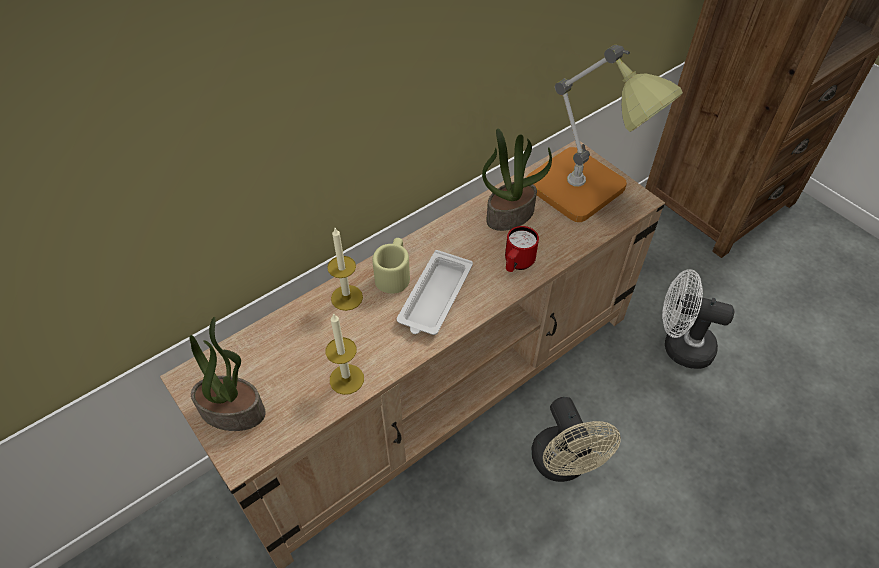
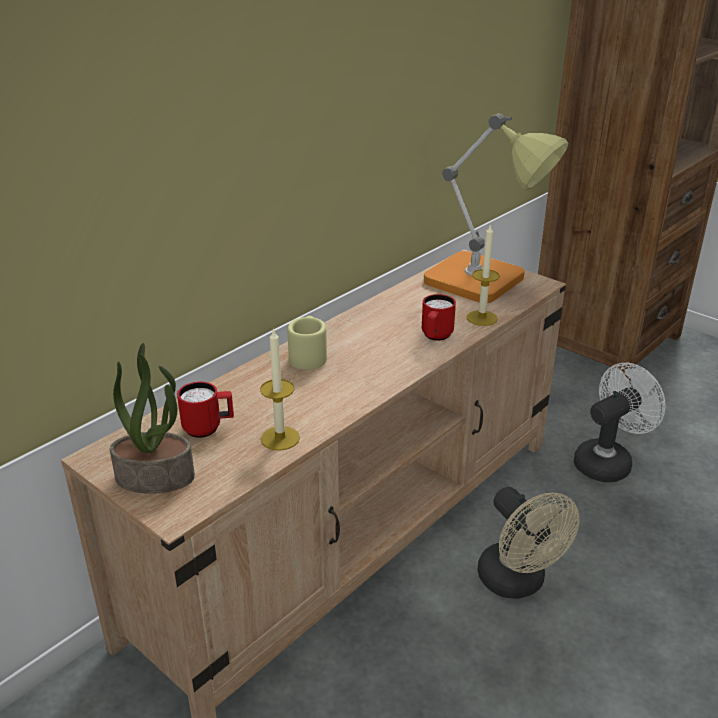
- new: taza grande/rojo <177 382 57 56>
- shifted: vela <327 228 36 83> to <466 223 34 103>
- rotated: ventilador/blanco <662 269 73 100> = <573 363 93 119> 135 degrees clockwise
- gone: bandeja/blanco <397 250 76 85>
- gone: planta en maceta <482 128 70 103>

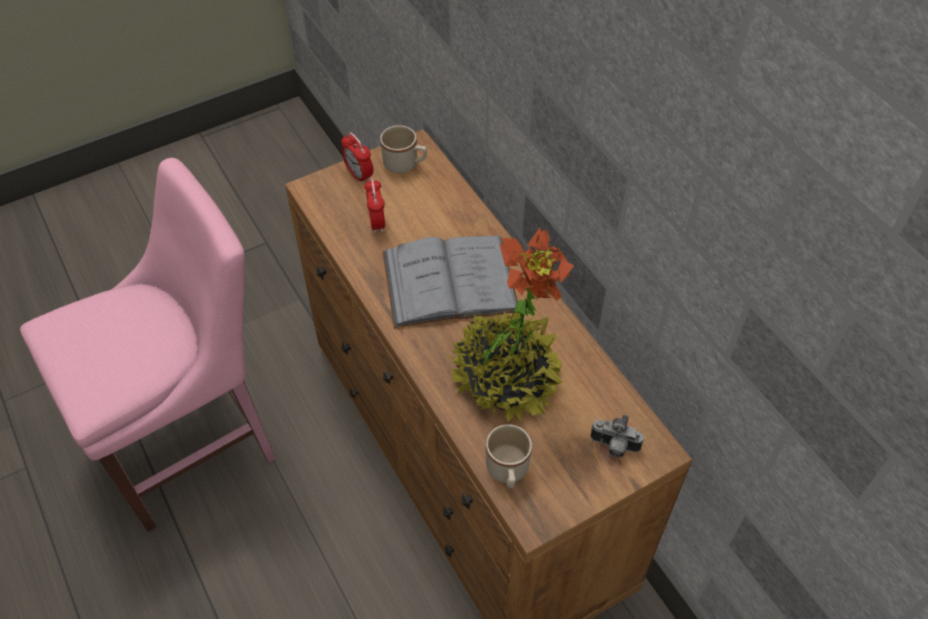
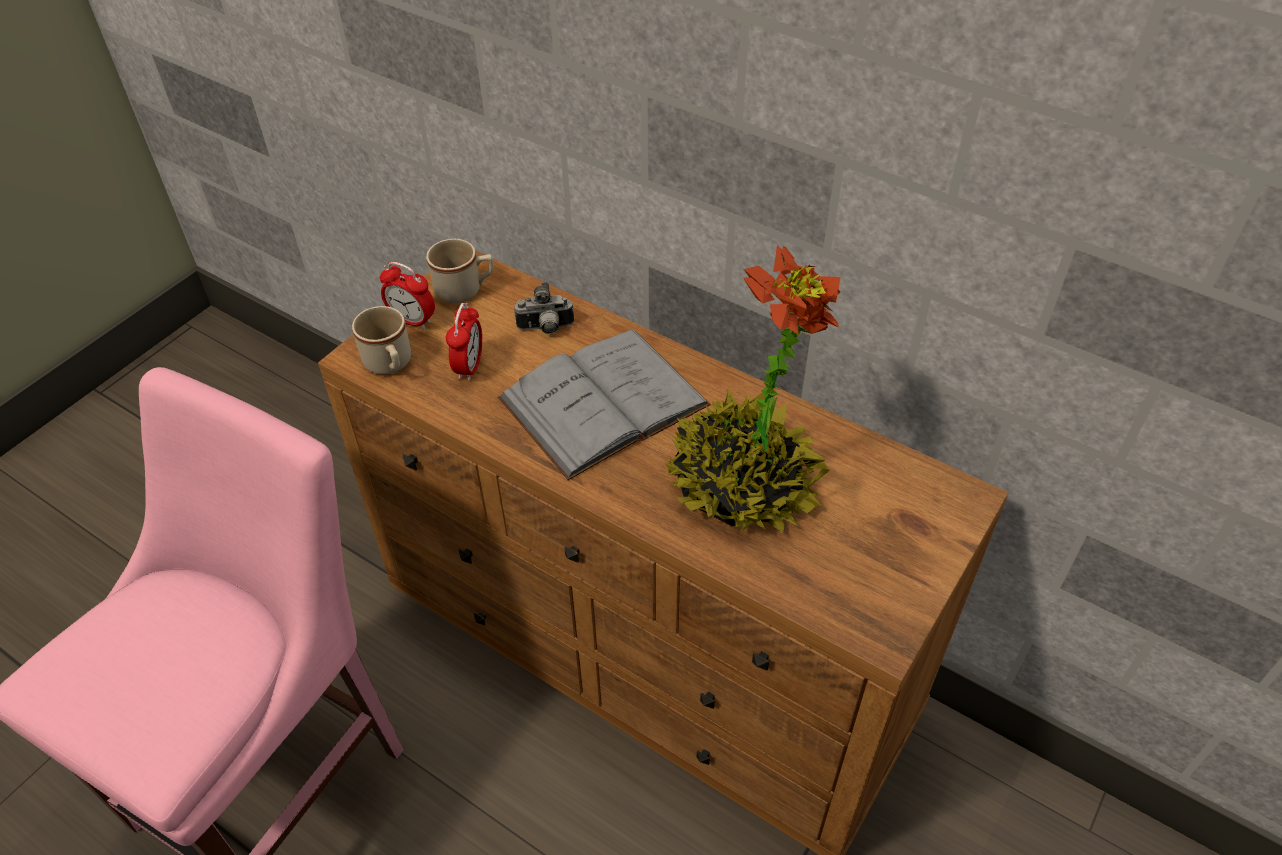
- shifted: taza grande/beis <486 424 46 64> to <352 306 59 68>
- rotated: despertador <364 178 21 55> = <446 303 36 78> 135 degrees counterclockwise
- shifted: cámara <591 415 53 42> to <514 282 60 52>

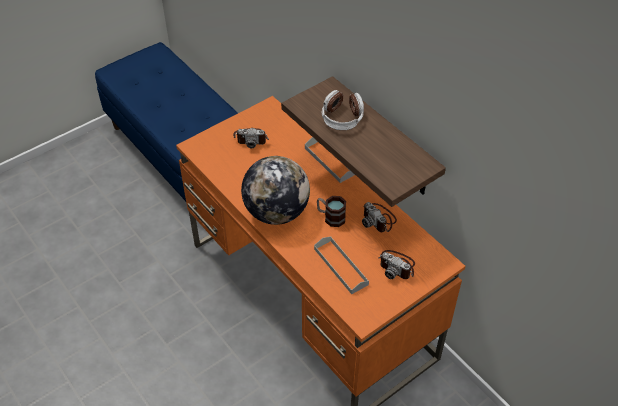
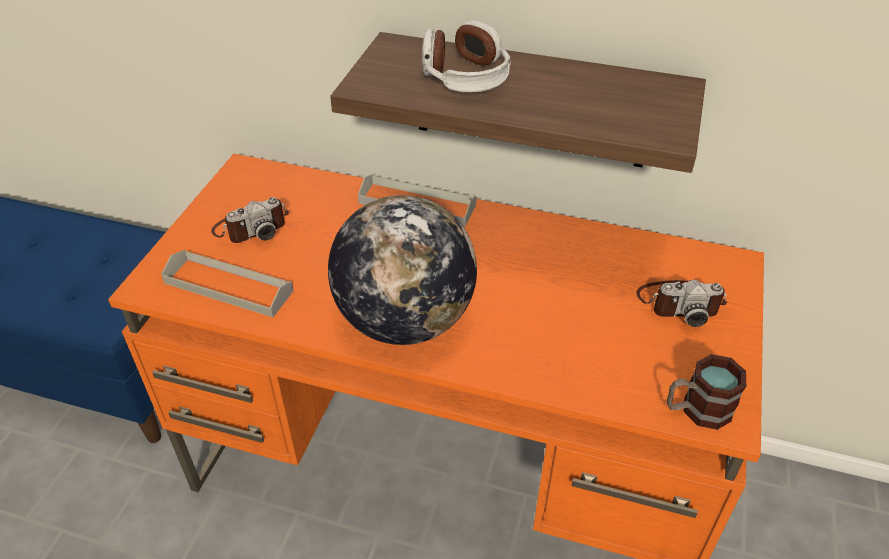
- shifted: bandeja/gris <314 236 55 58> to <161 250 133 67>
- shifted: taza grande <317 196 29 31> to <667 354 79 76>
- gone: cámara <362 202 35 30>

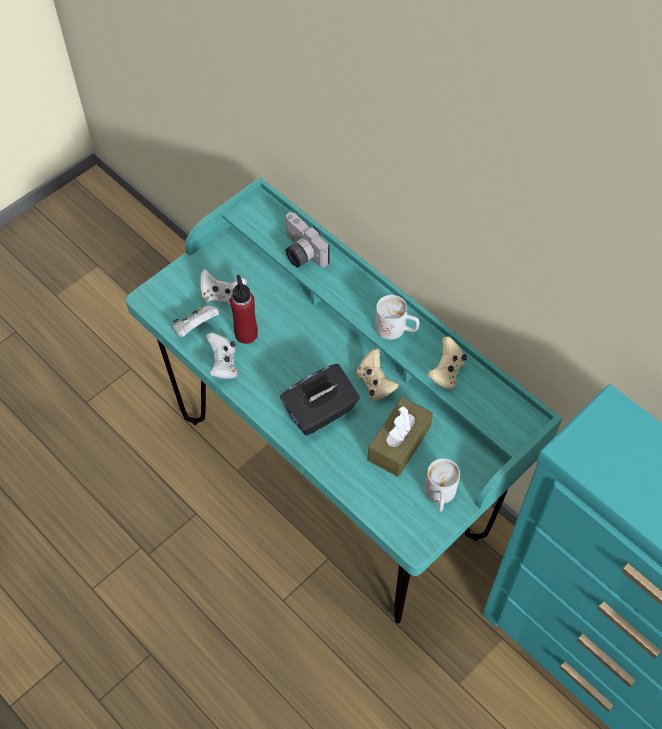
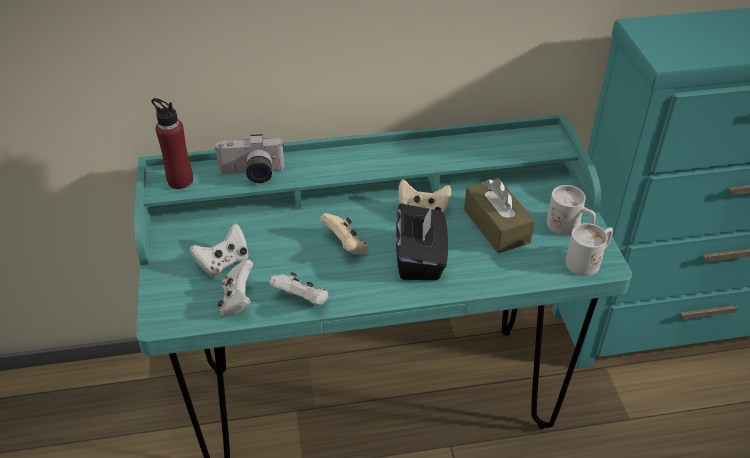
- shifted: botella/rojo <230 275 28 69> to <151 98 42 91>
- shifted: mando de consola/beis <427 337 40 53> to <320 213 48 41>
- shifted: taza grande/blanco <375 295 44 45> to <565 223 48 53>

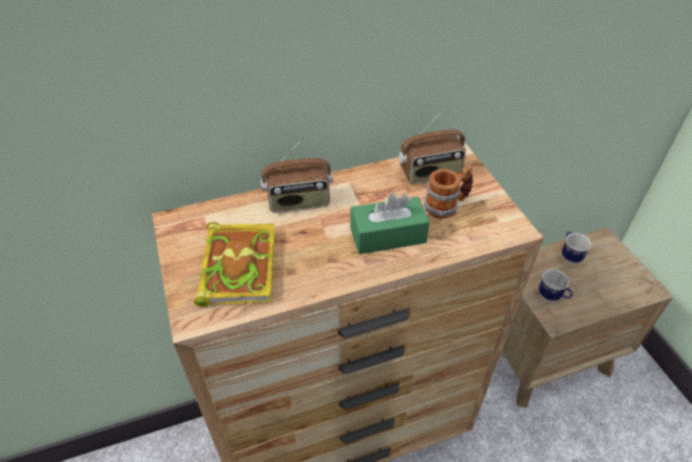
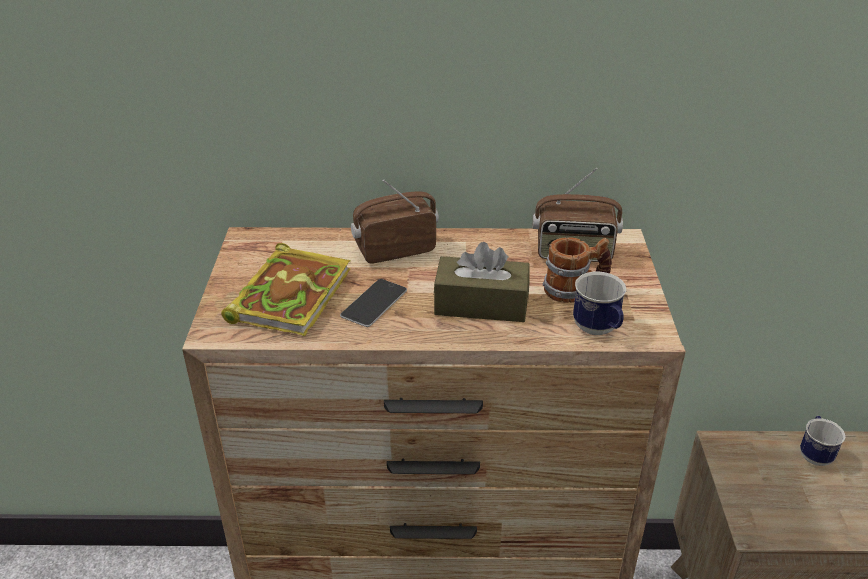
- new: móvil <340 279 67 48>
- rotated: radio <261 137 72 76> = <351 180 88 84> 150 degrees clockwise
- repainted: caja de pañuelos/verde <350 193 80 61> to caja de pañuelos/marrón <434 242 96 80>
- shifted: taza grande <539 269 34 33> to <573 272 53 63>

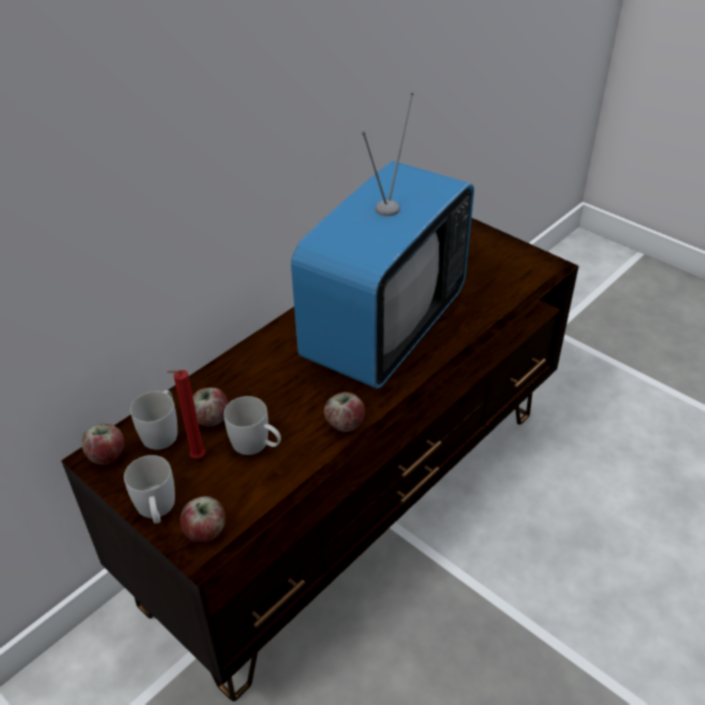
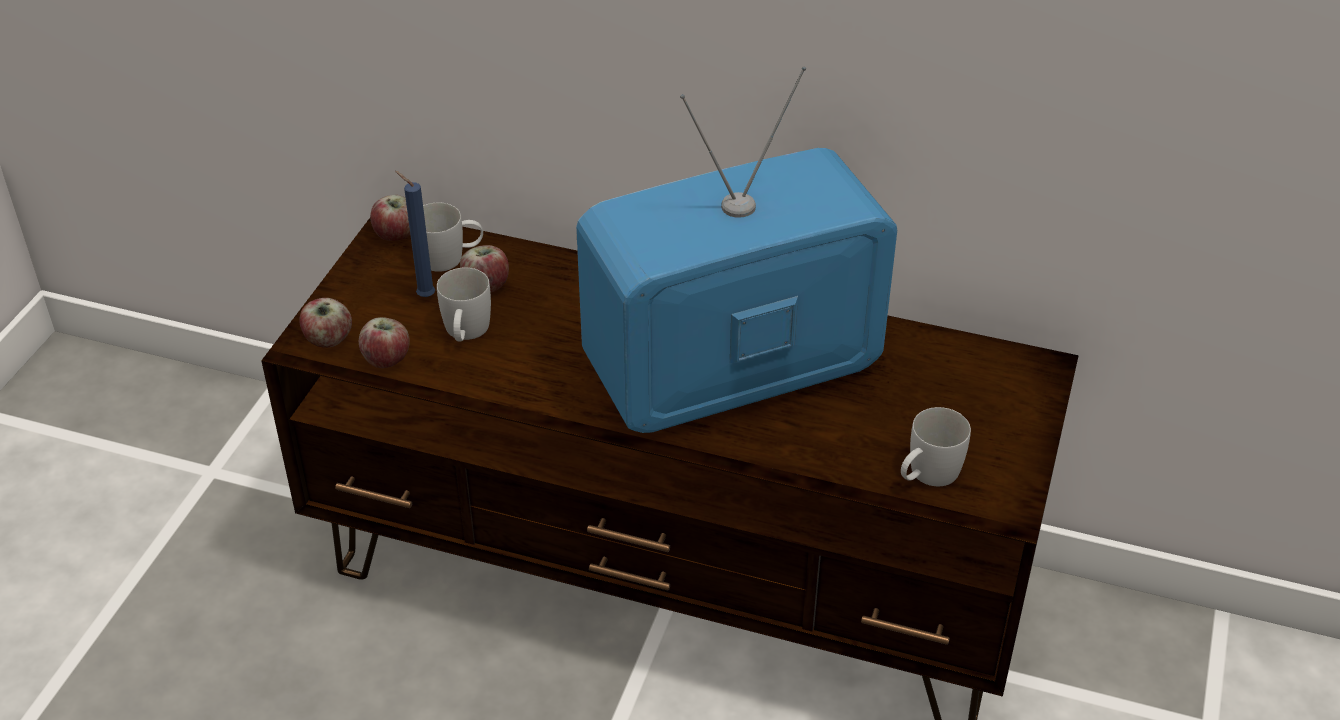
- shifted: manzana <324 392 41 40> to <359 317 51 51>
- repainted: vela/rojo <167 370 38 89> to vela/azul <395 171 40 126>
- rotated: televisor <291 93 183 296> = <576 66 321 367> 150 degrees clockwise
- shifted: taza grande/blanco <124 455 51 69> to <901 407 70 79>

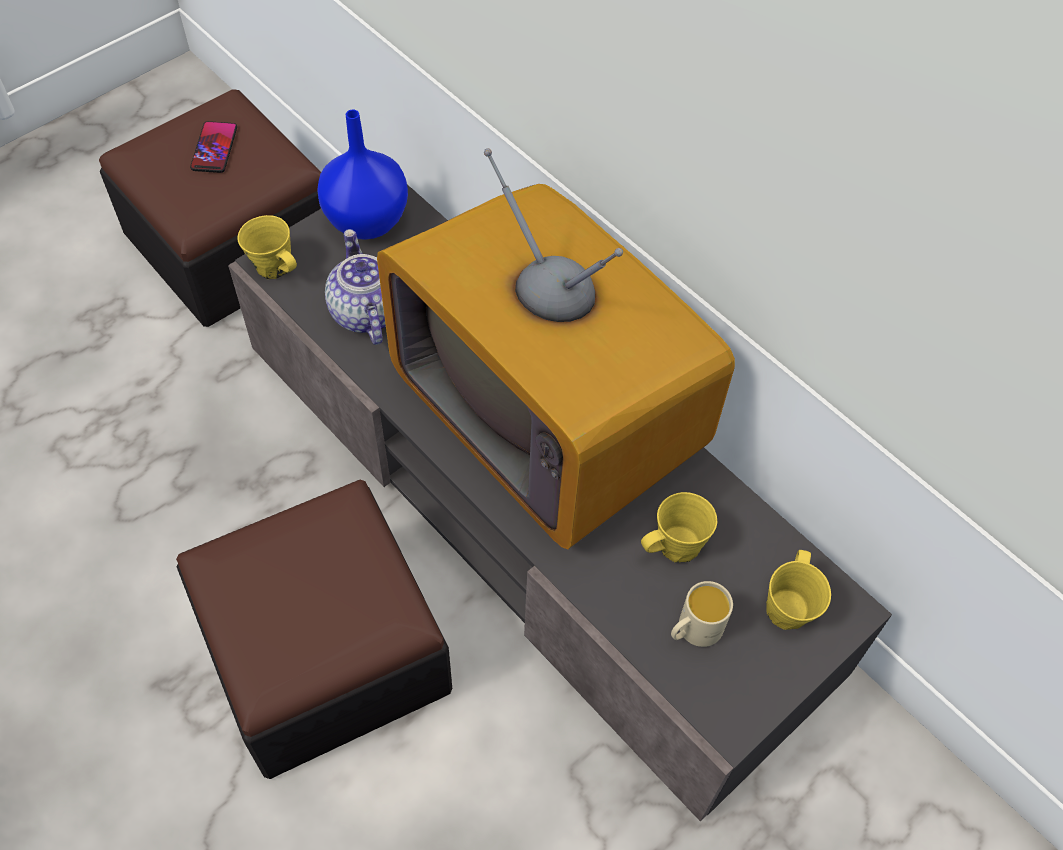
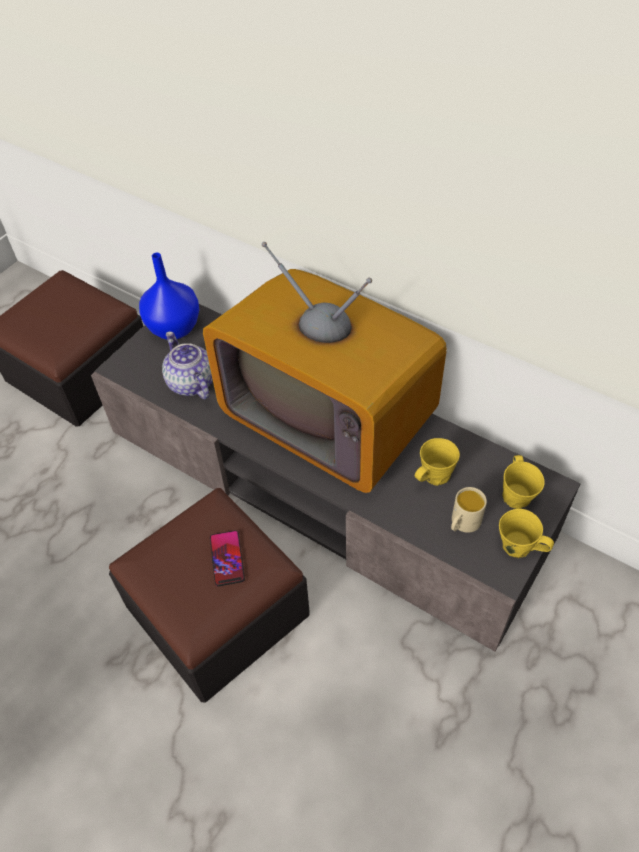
- shifted: móvil <190 121 47 52> to <210 530 35 56>
- shifted: taza grande/amarillo <237 215 60 65> to <499 509 55 49>

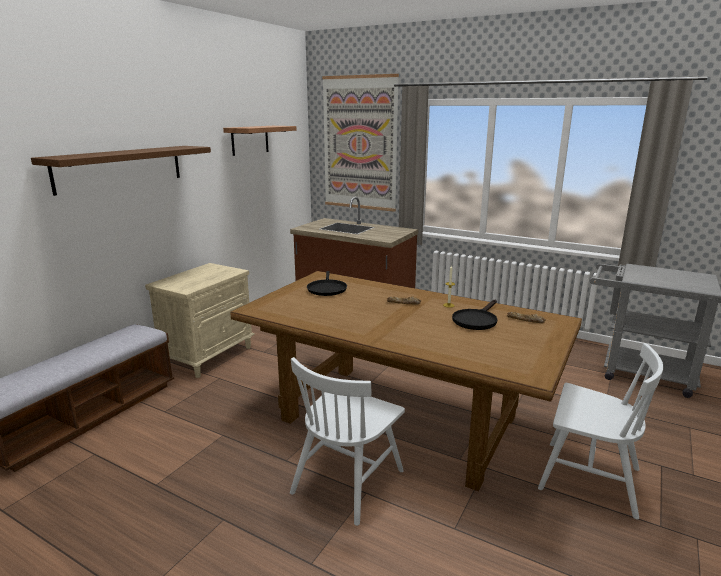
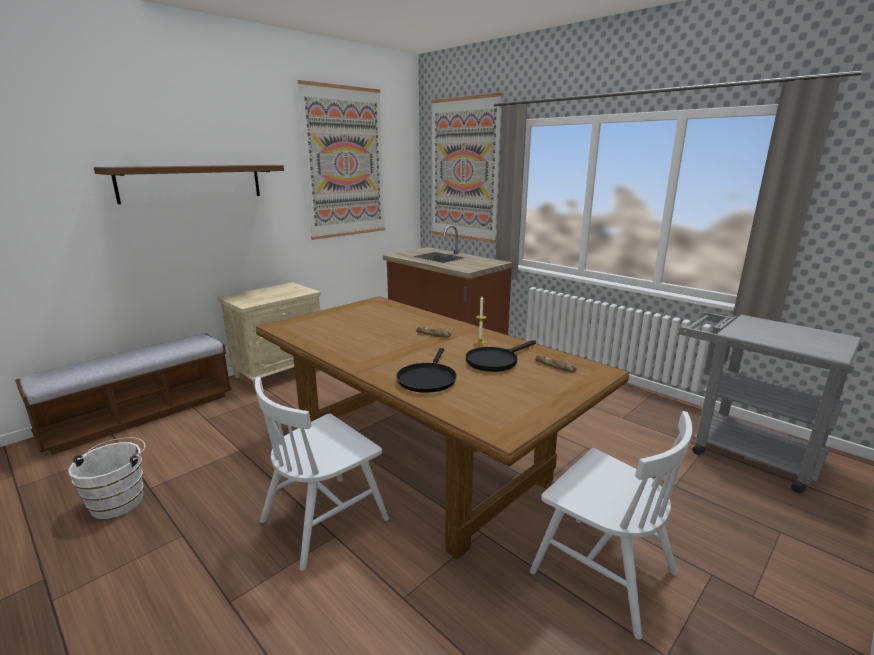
- new: cubo/blanco <68 437 77 82>
- swapped: estante <223 126 73 30> to cuadro <298 80 87 160>
- shifted: sartén/negro <307 271 40 25> to <396 348 61 45>

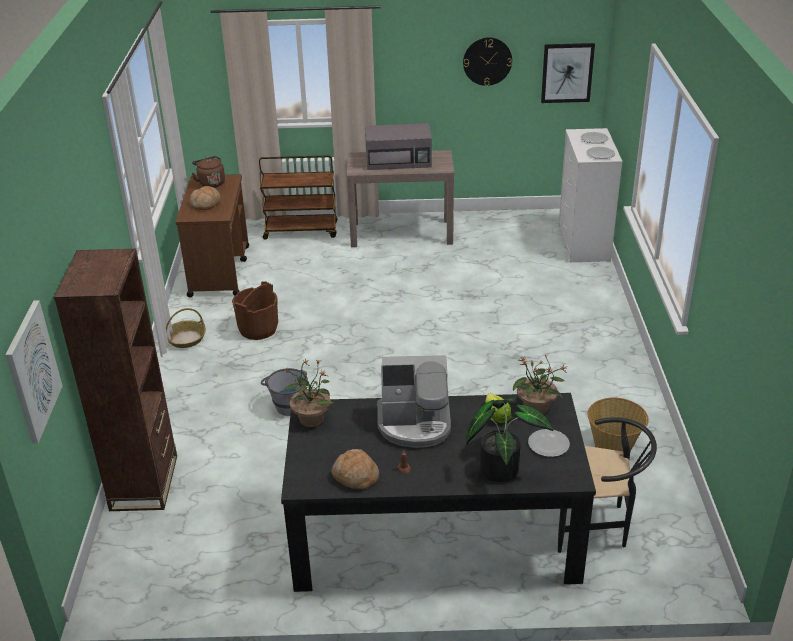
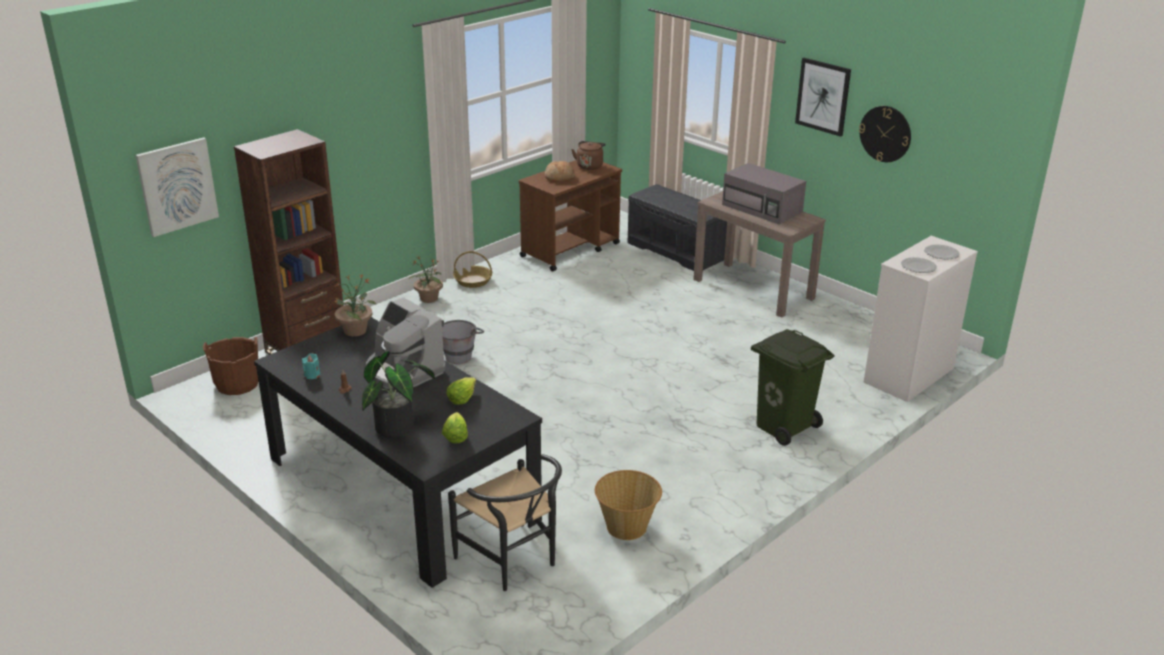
- shifted: cubo/marrón <232 282 46 58> to <203 337 55 58>
- swapped: pan <332 449 47 40> to vela/turquesa <302 353 19 26>
- shifted: planta en maceta <513 355 54 60> to <409 256 34 47>
- swapped: plato <528 429 42 28> to lechuga <442 412 26 32>
- swapped: carrito/marrón <259 155 78 85> to banco/gris <628 184 99 87>
- new: papelera/verde <751 329 83 117>
- shifted: cuadro <541 43 54 60> to <795 58 56 79>

